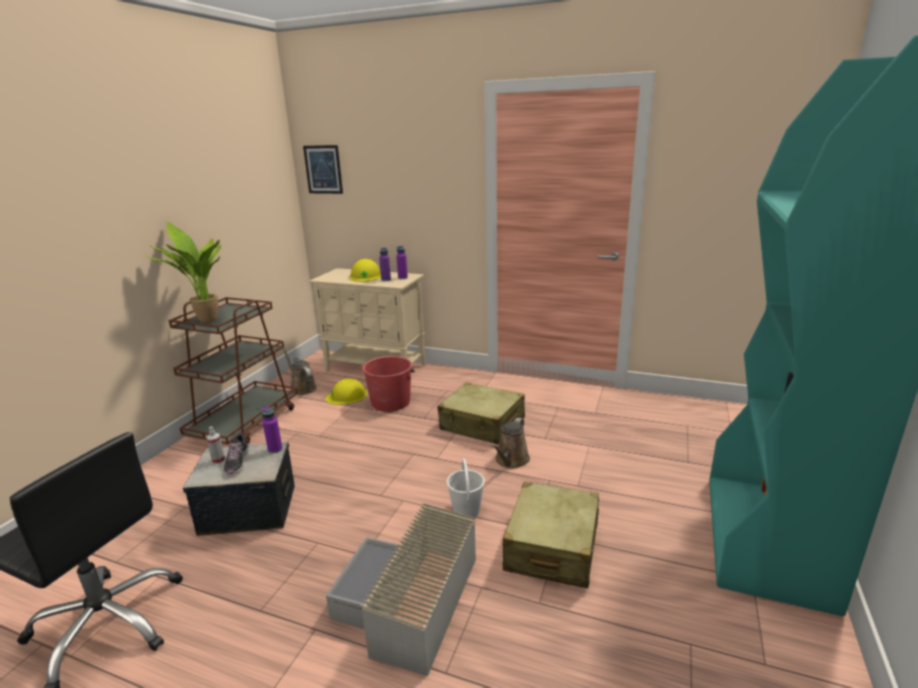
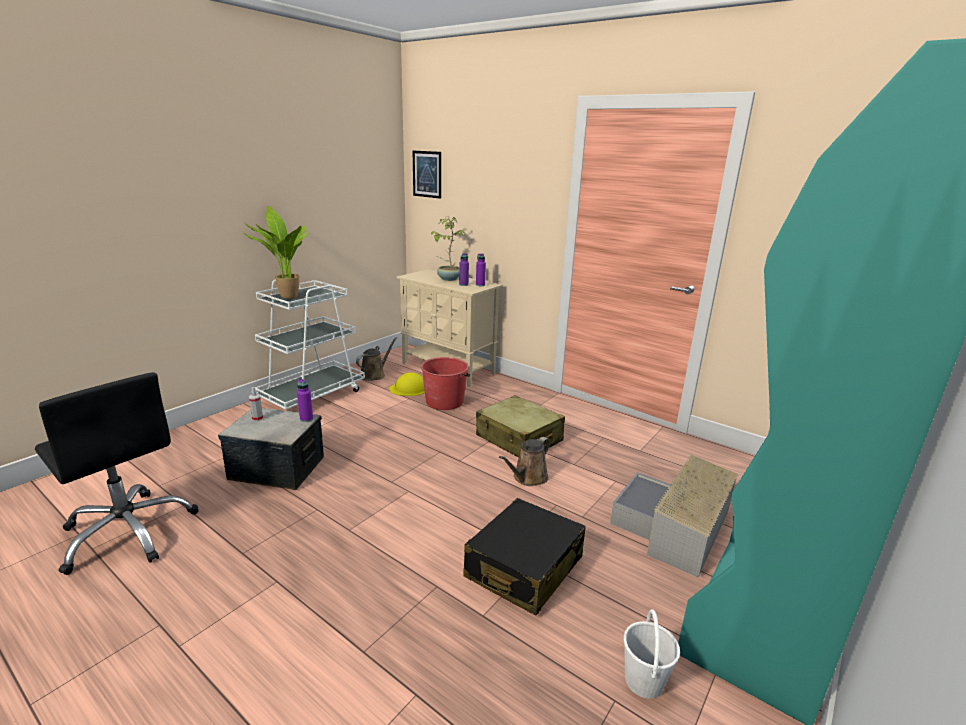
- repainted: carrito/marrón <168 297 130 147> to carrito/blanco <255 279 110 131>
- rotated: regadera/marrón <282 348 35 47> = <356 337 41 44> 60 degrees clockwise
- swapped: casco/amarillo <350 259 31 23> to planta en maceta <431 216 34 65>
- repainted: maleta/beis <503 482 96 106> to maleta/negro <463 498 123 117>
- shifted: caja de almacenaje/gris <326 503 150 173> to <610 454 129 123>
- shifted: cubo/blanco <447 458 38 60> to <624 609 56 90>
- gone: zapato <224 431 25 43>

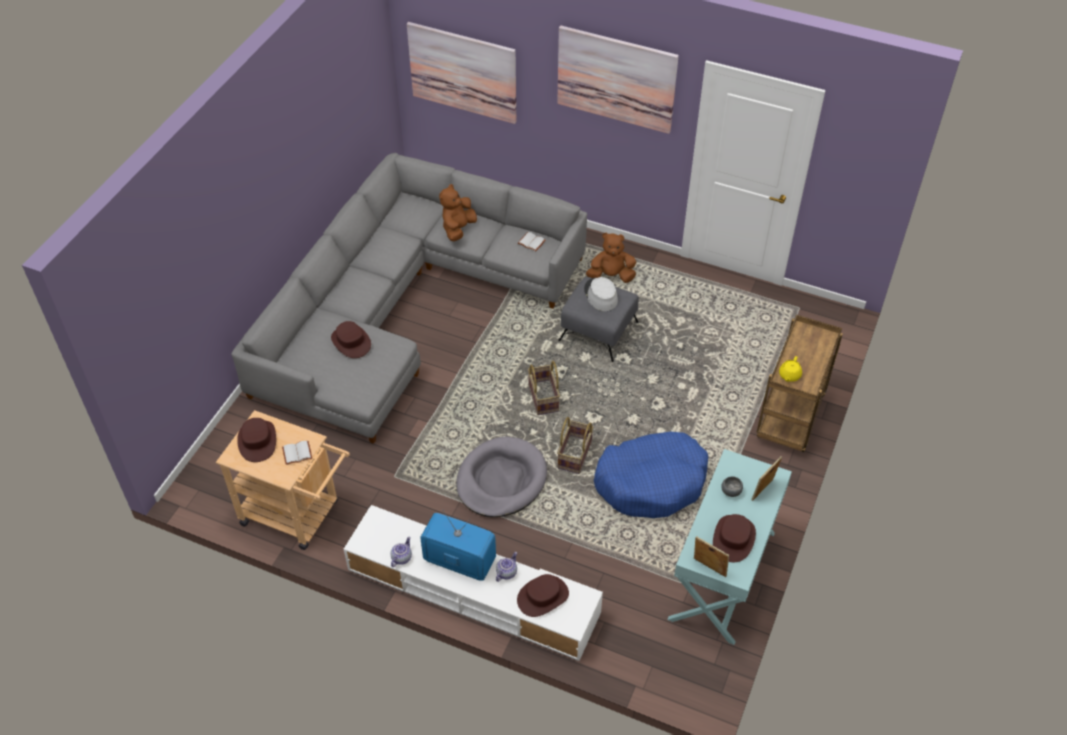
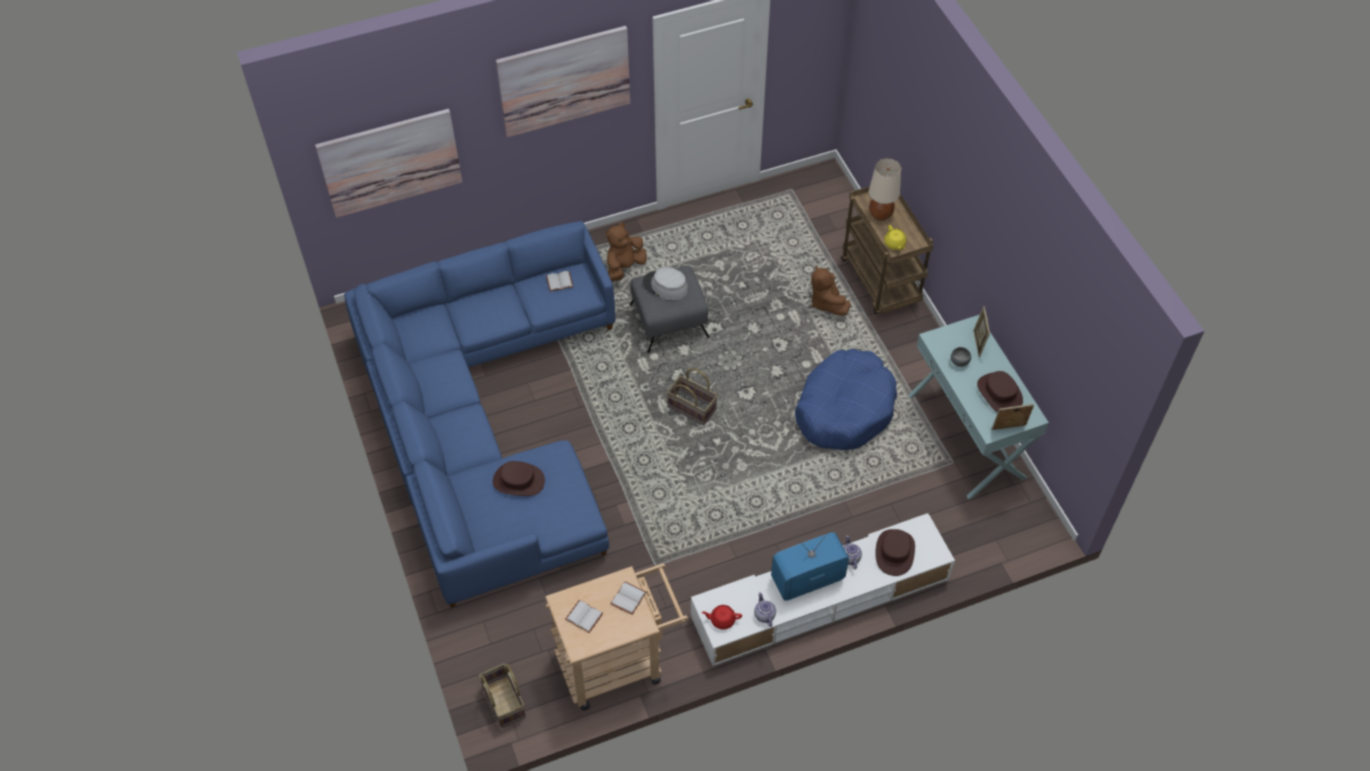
- repainted: sofá/gris <231 153 356 291> to sofá/azul <344 221 272 387>
- shifted: cesta <557 417 37 57> to <479 663 47 65>
- swapped: sombrero/marrón <237 418 39 44> to libro/blanco <565 600 38 33>
- new: tetera/rojo <702 605 40 25>
- shifted: peluche/marrón <439 184 38 57> to <811 265 40 51>
- new: lámpara de mesa/beis <869 158 32 63>
- gone: cama para perro/gris <456 436 91 81>

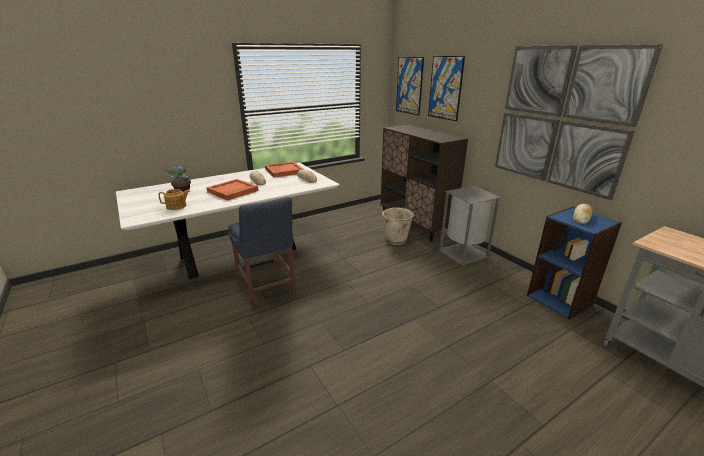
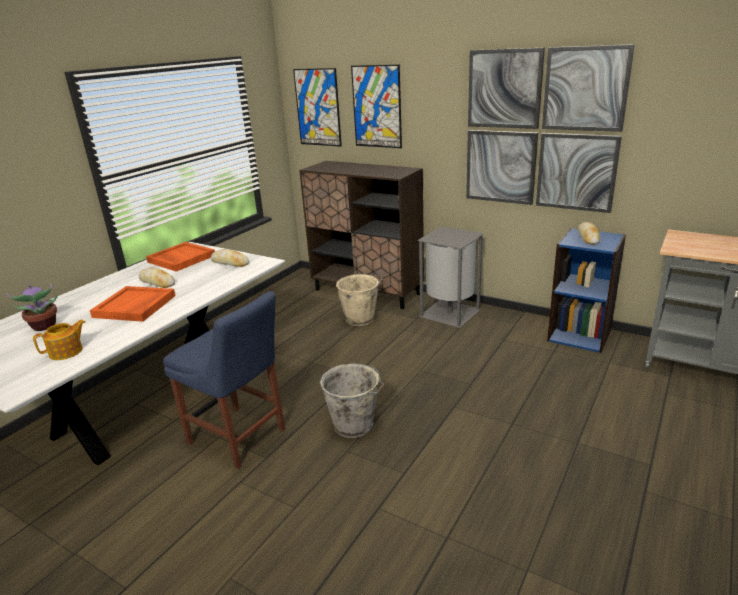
- new: cubo/gris <320 363 65 75>

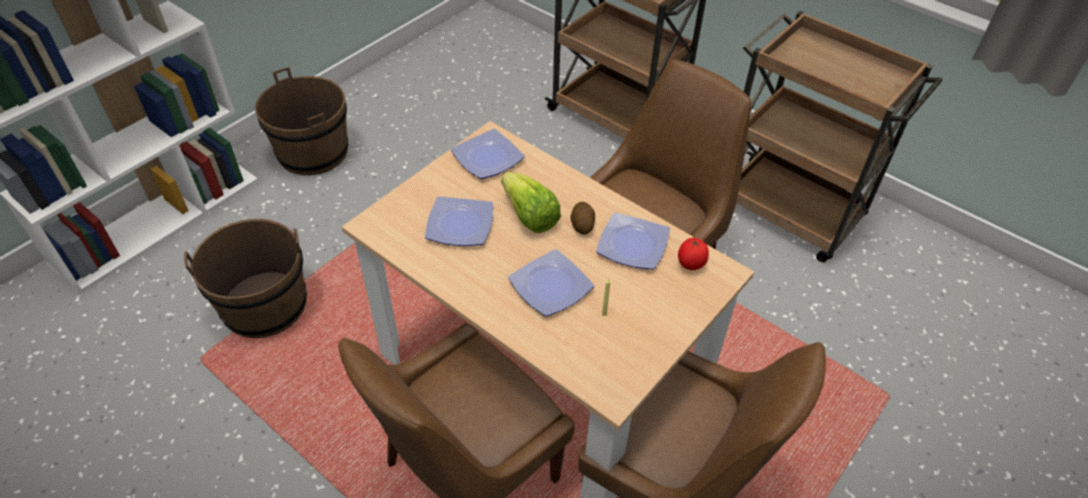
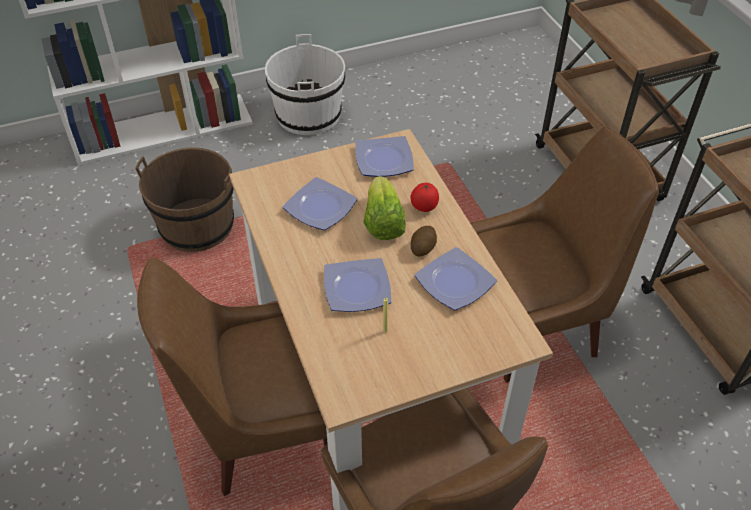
- repainted: cubo/marrón <255 67 93 109> to cubo/blanco <265 34 80 101>
- shifted: tomate <678 238 31 32> to <410 183 29 29>

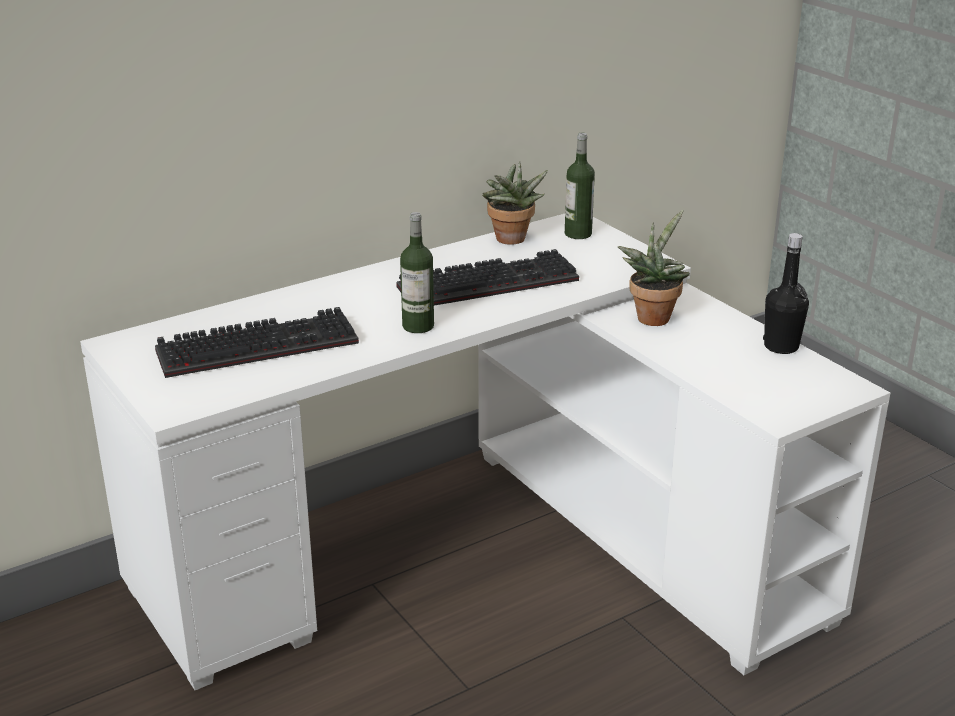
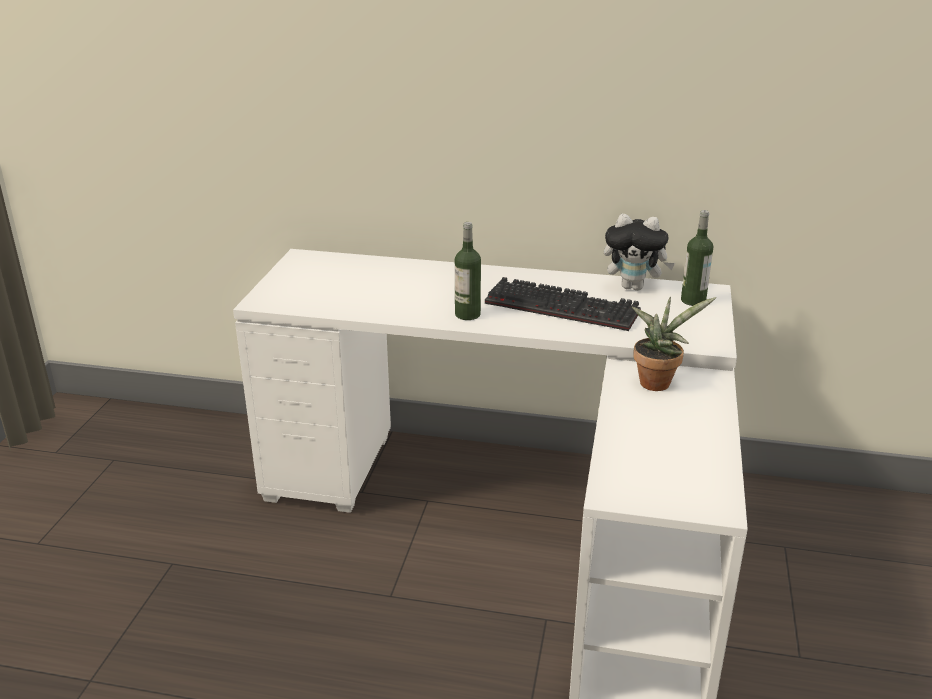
- swapped: planta en maceta <482 161 66 84> to peluche <604 214 71 77>
- gone: teclado <155 307 204 71>
- gone: botella/negro <763 233 46 121>

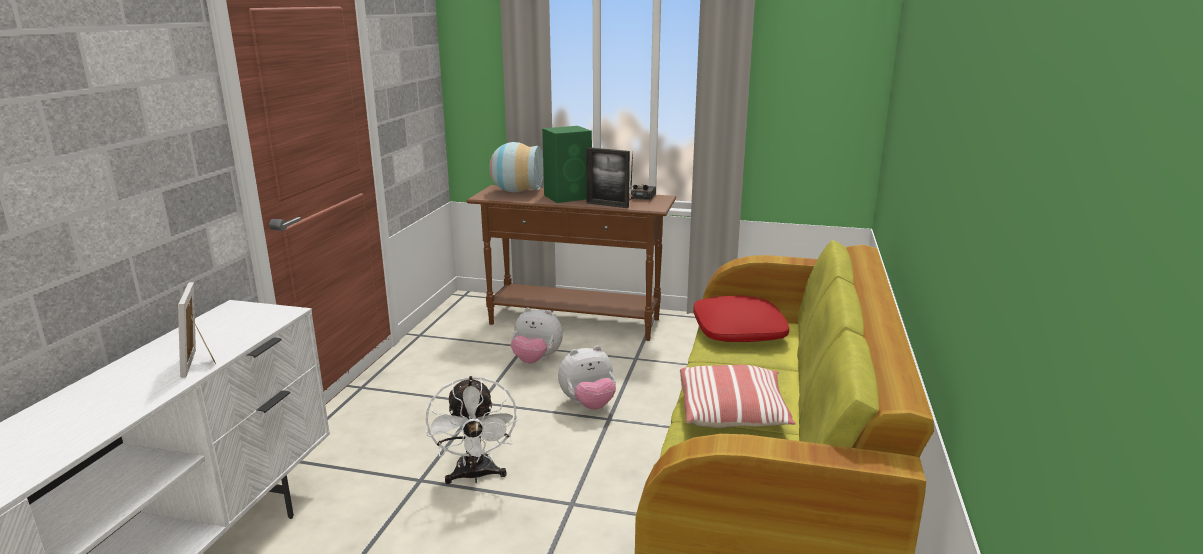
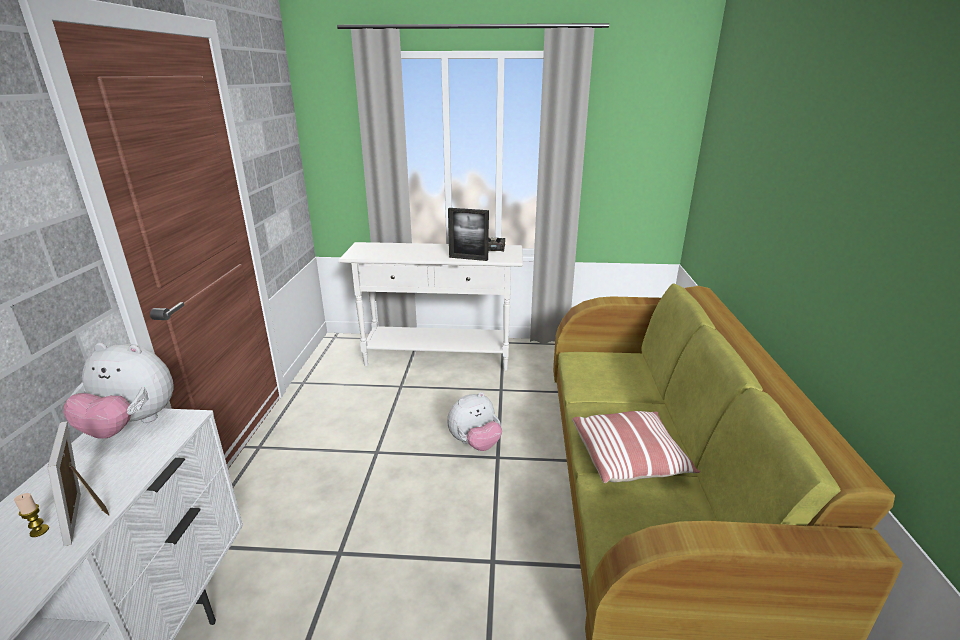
- new: vela <14 493 35 44>
- shifted: peluche <511 307 52 56> to <63 343 111 96>
- repainted: mesa consola/marrón <467 185 209 156> to mesa consola/blanco <338 242 185 129>
- gone: ventilador/blanco <426 376 92 108>
- gone: florero <489 142 54 50>
- gone: altavoz/verde <542 126 50 77>
- gone: cojín/rojo <693 296 96 46>

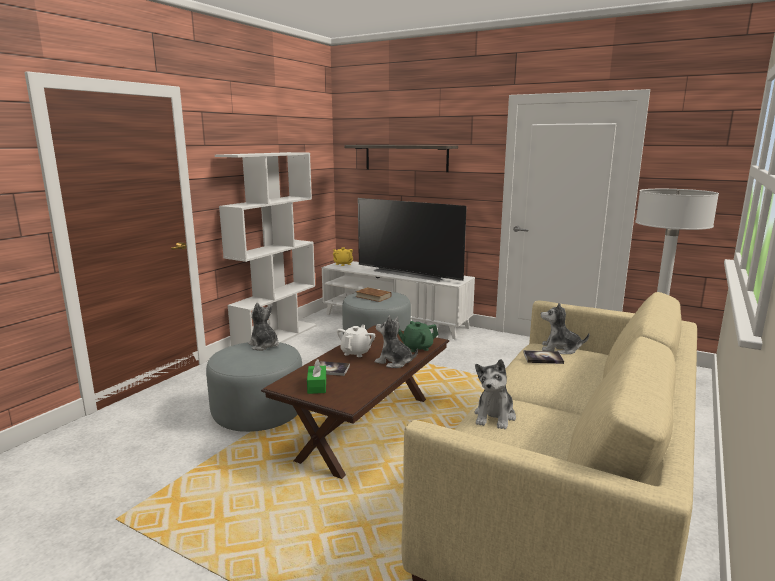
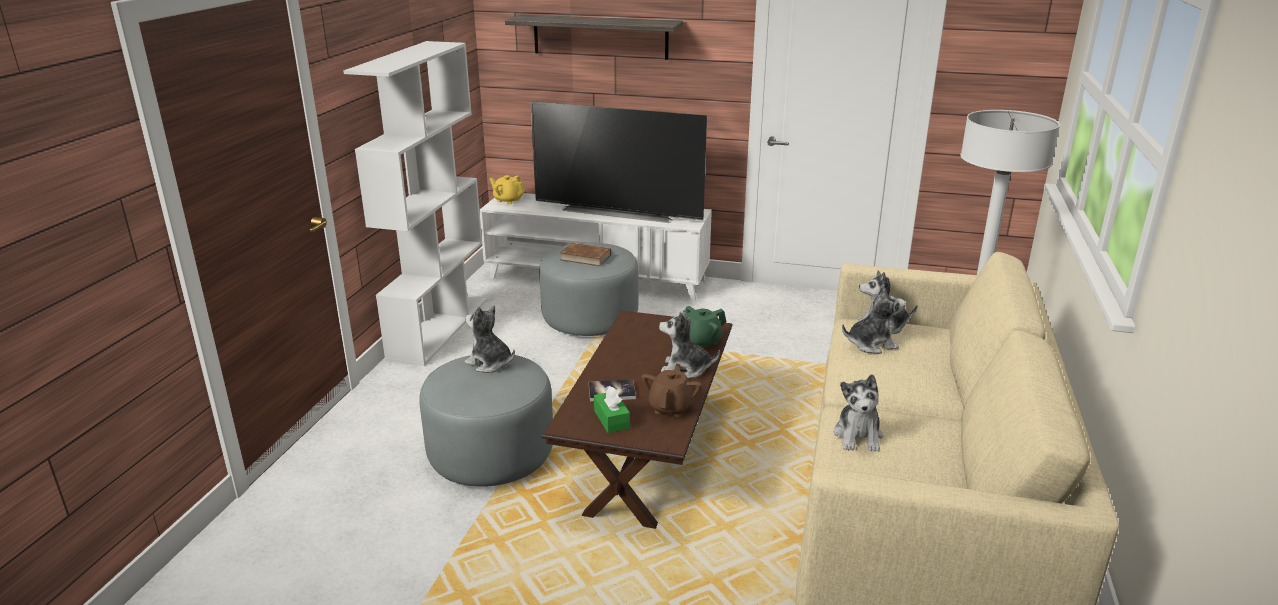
- new: tetera/marrón <641 363 61 54>
- swapped: libro <523 350 41 14> to peluche <842 284 64 70>
- gone: tetera/blanco <337 325 38 32>

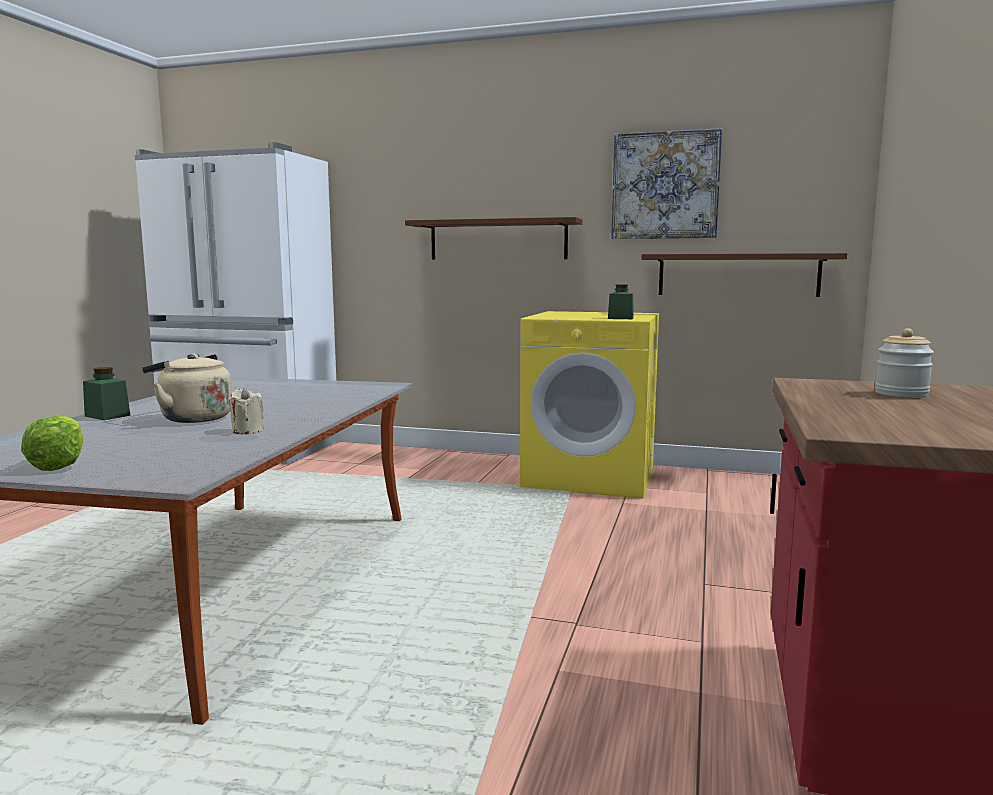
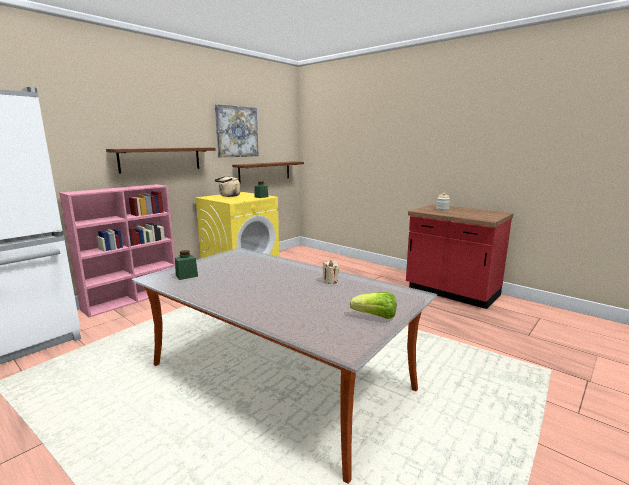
- new: estantería/rosa <59 184 116 133>
- shifted: tarro/verde <83 367 48 53> to <175 250 23 30>
- shifted: hervidor/beis <142 353 90 70> to <215 176 25 21>

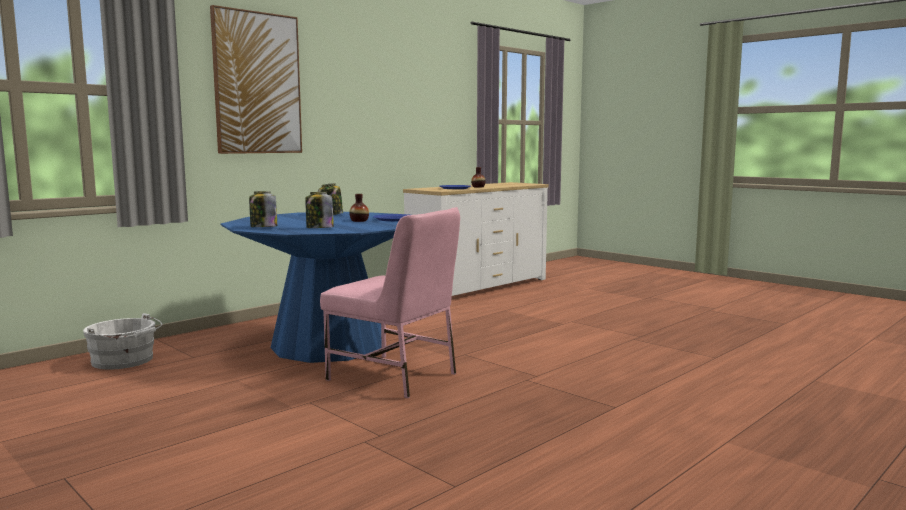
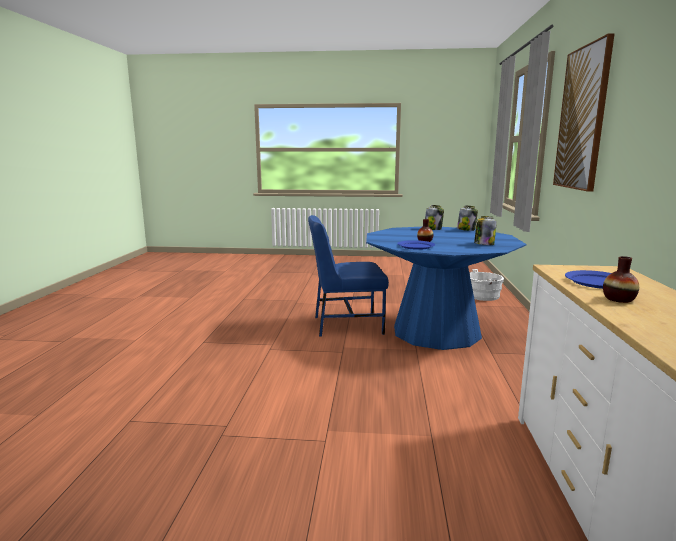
- repainted: silla/rosa <320 207 140 192> to silla/azul <308 215 81 121>
- shifted: tarro <305 192 29 36> to <457 205 21 26>

